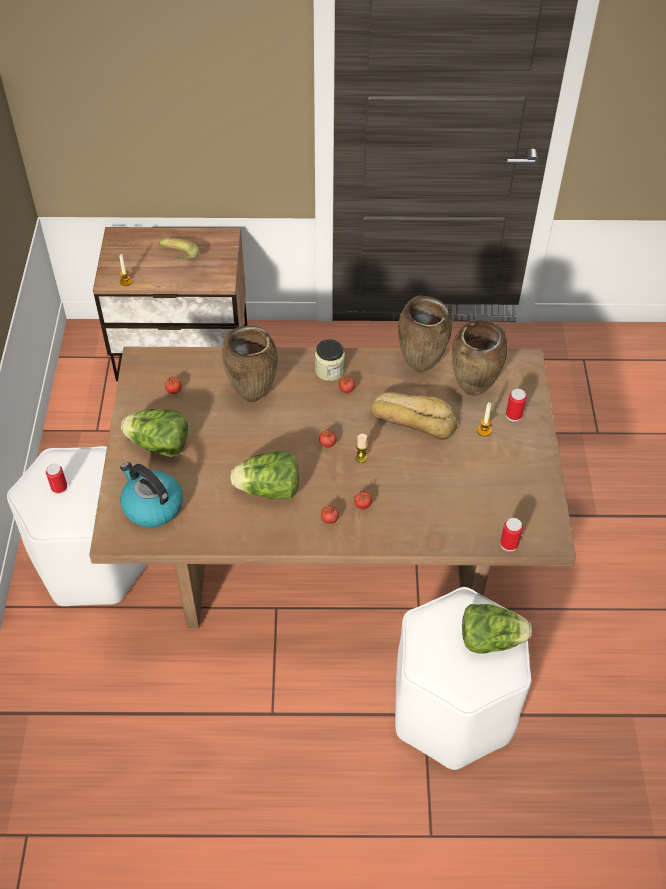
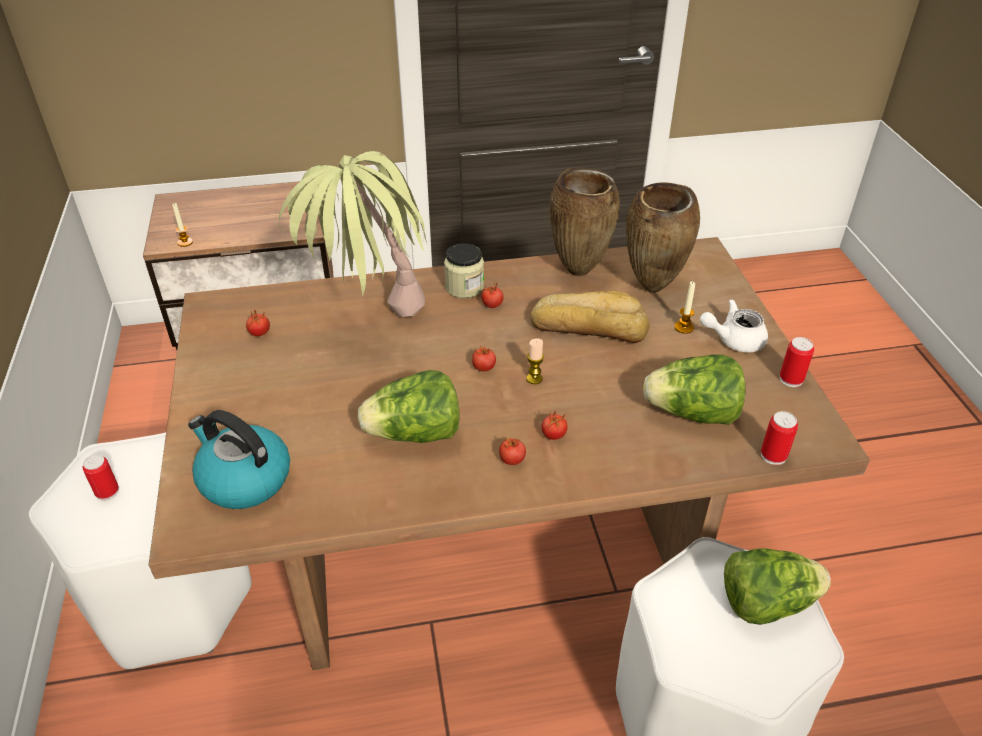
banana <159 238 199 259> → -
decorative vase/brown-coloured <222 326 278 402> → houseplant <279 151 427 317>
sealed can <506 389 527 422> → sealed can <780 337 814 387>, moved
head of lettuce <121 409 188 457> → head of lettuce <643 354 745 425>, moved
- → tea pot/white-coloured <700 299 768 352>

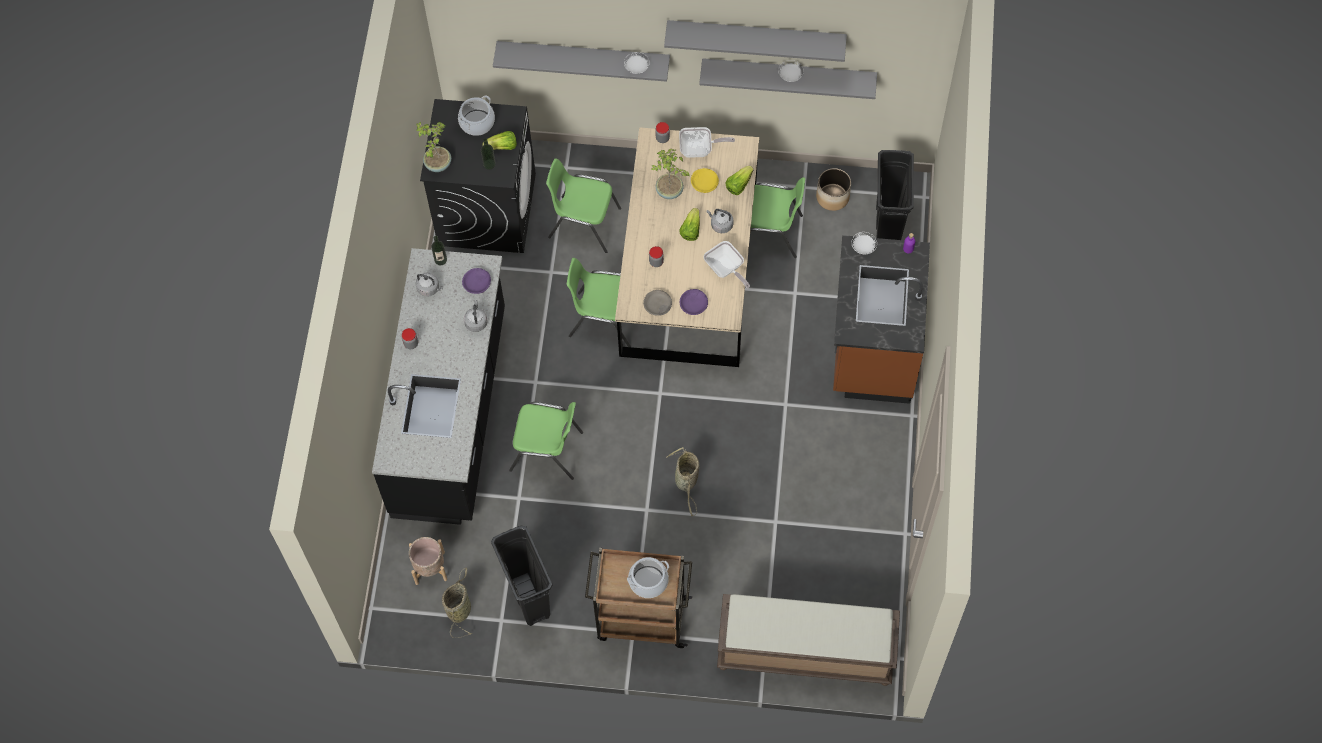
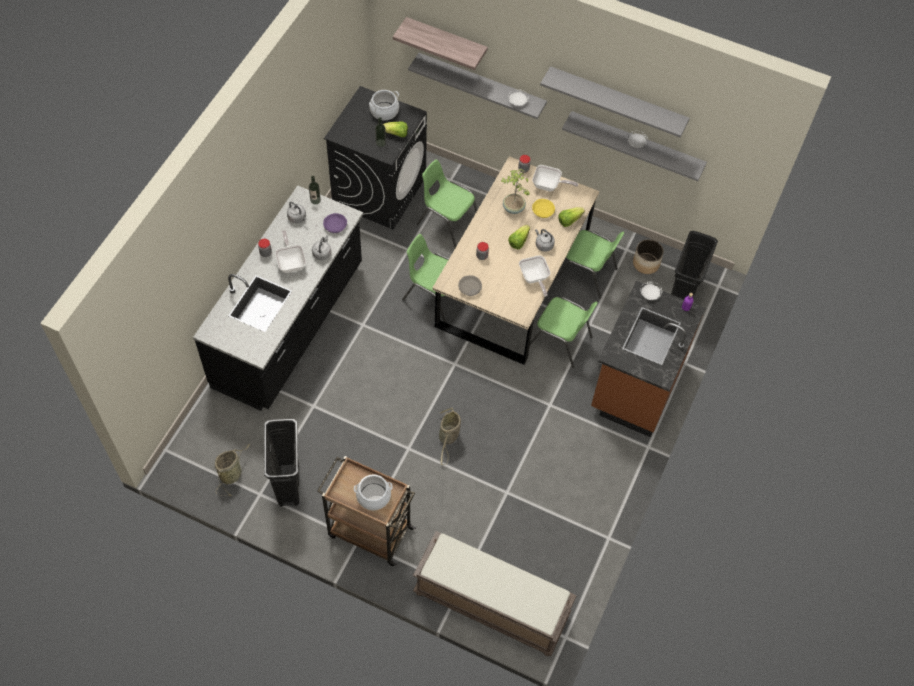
houseplant <416 122 451 172> → -
deep dish/purple-coloured <680 289 708 315> → -
upright chair/greenish <509 402 583 480> → upright chair/greenish <530 297 598 368>, moved
flower pot/sand-coloured <409 537 447 585> → -
- → wall shelf <393 17 488 70>
- → pan <275 230 306 273>

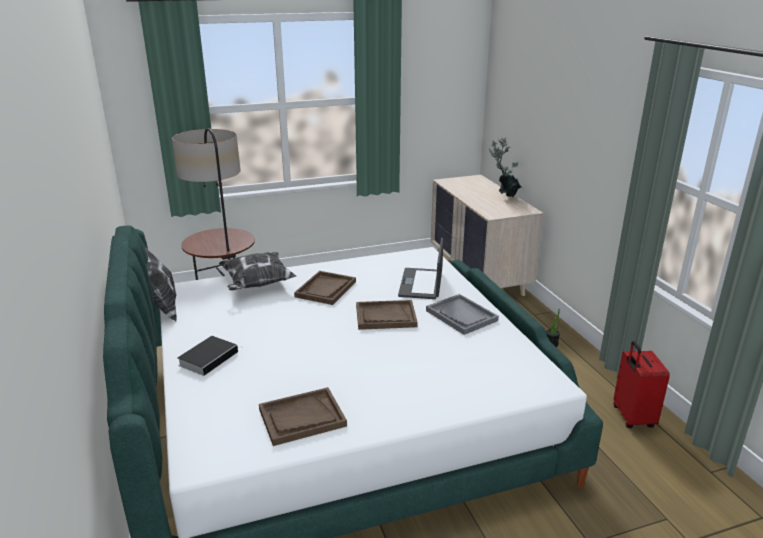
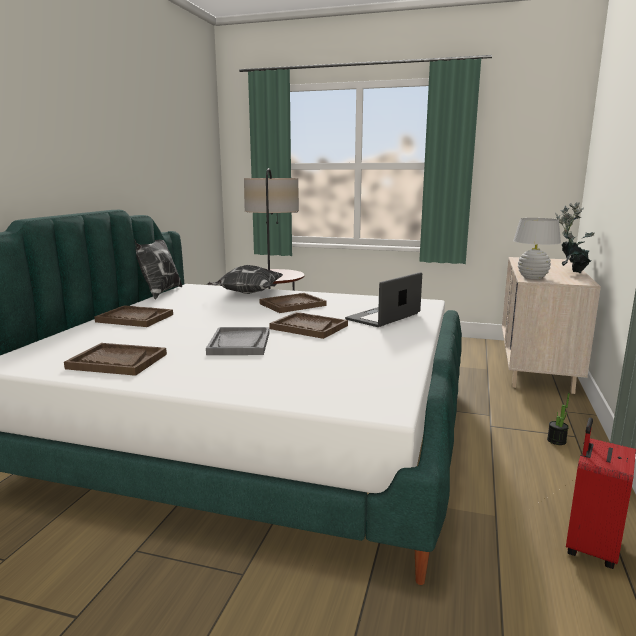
serving tray/gray <426 294 499 335> → serving tray/gray <206 327 269 355>, moved
bound book <177 336 242 376> → serving tray/brown-coloured <94 305 173 327>
- → table lamp/white-coloured <513 218 561 279>

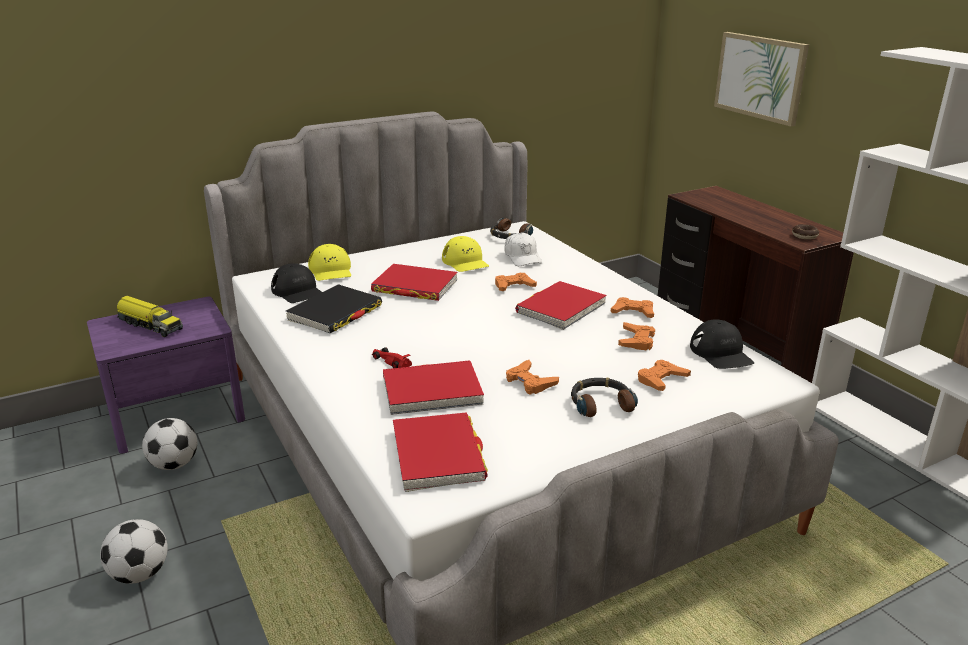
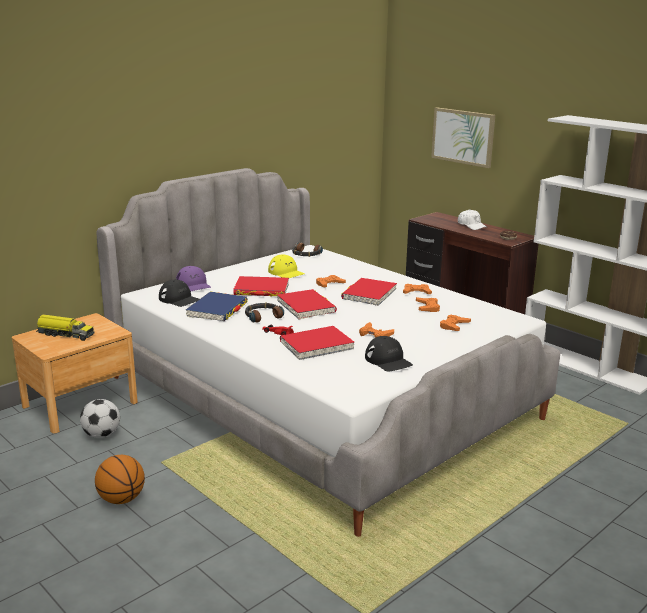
cap/white-coloured <504 233 542 266> → cap/white-coloured <458 209 487 230>, moved
cap/yellowish <308 244 351 281> → cap/purple-coloured <176 266 211 291>
bound book/black <286 284 382 333> → bound book/bluish <186 292 248 321>
bedside table/purple-coloured <87 297 245 453> → bedside table/brown-coloured <12 313 138 433>
cap/black <690 319 754 369> → cap/black <365 336 413 371>, moved
headphones <571 377 638 417> → headphones <245 303 284 322>, moved
bound book/red <393 412 488 492> → bound book/red <277 289 337 319>, moved
ball for football <100 519 168 584> → ball for basketball <95 455 145 504>

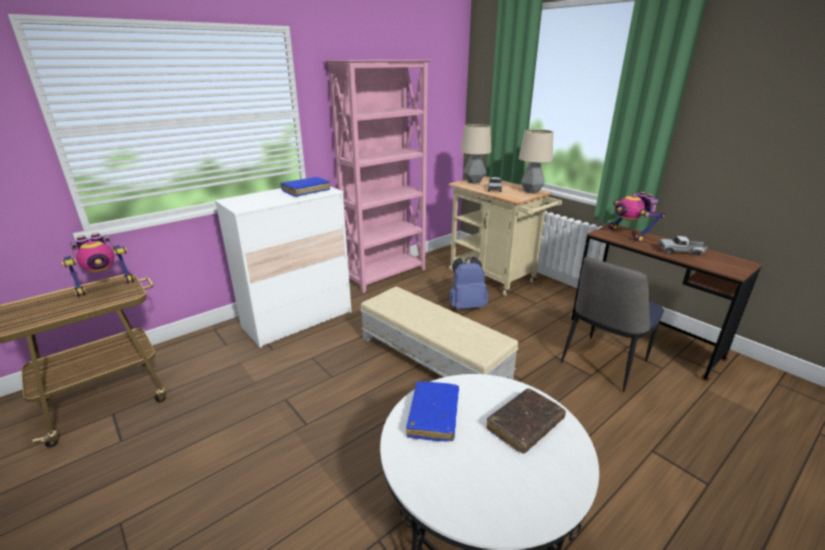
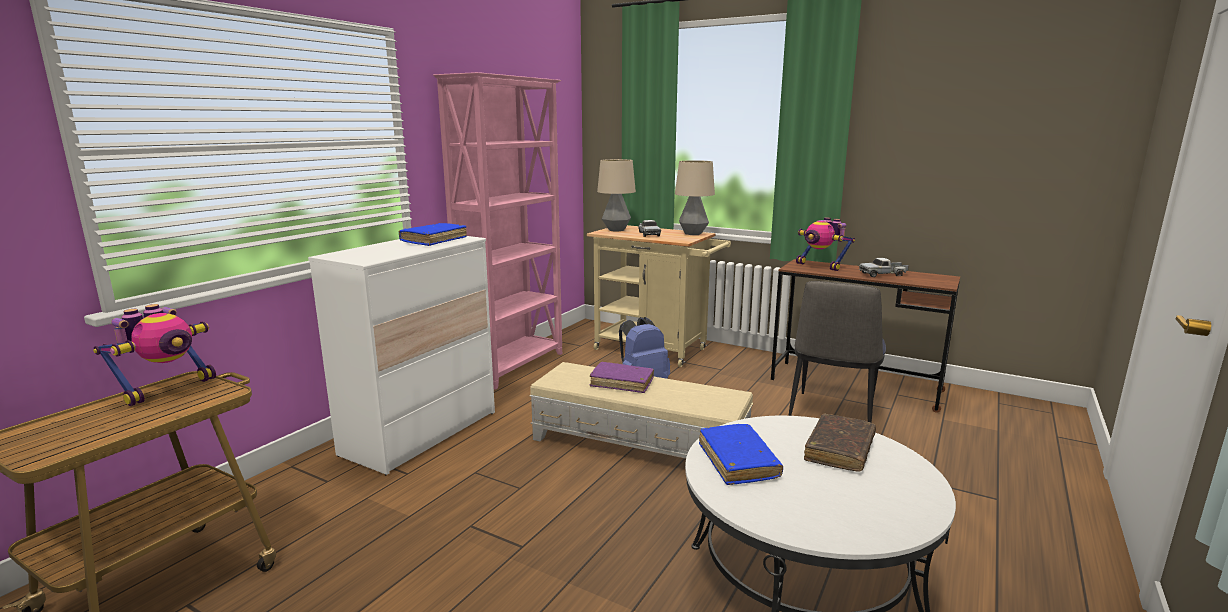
- → bound book/purple-coloured <590 362 654 393>

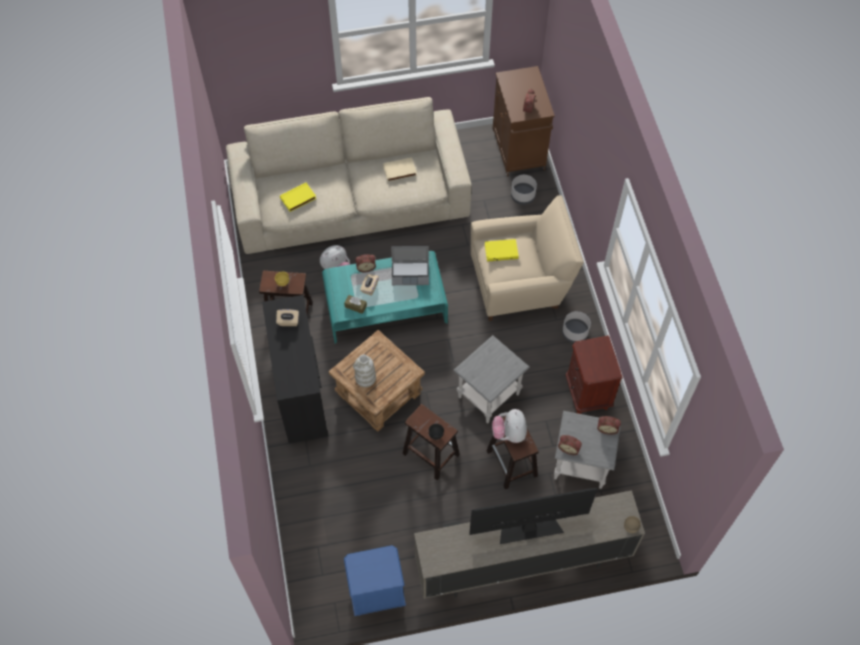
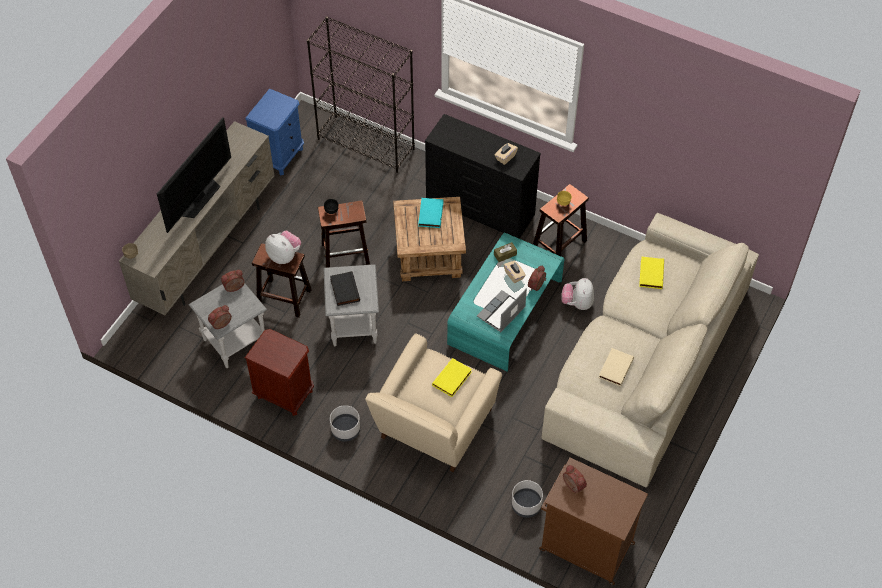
decorative vase/white-coloured <353 355 376 387> → bound book/turquoise-coloured <418 198 444 228>
- → bookcase/black <307 16 415 173>
- → bound book/black <330 271 360 306>

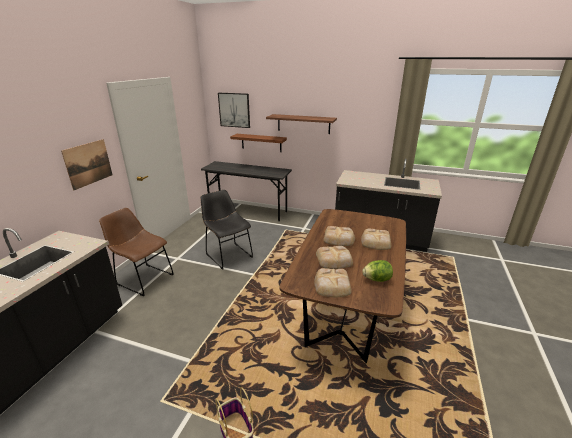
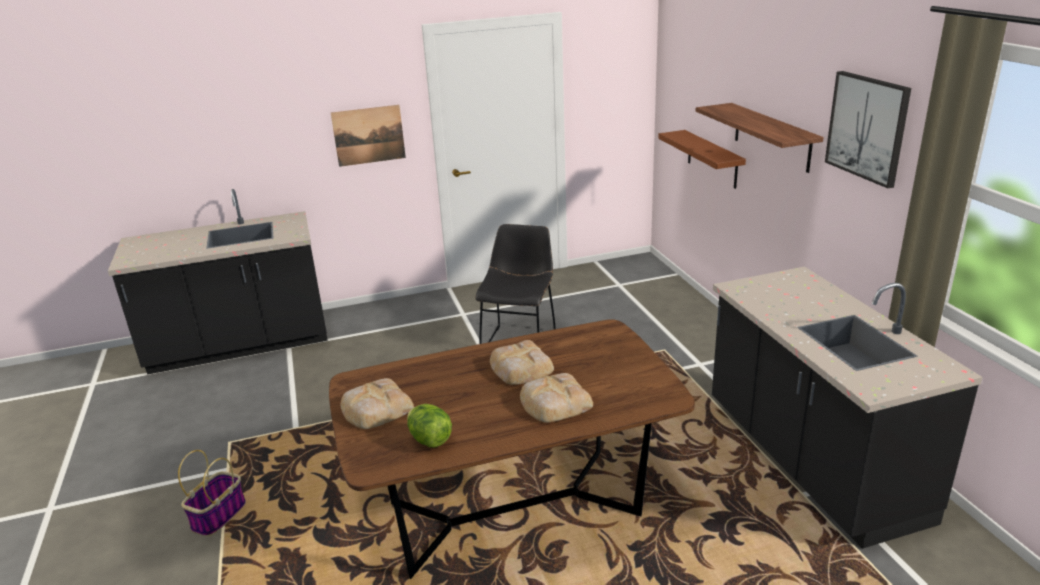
wall art <218 93 250 128> → wall art <825 71 911 188>, moved
desk table/gray <201 161 292 221> → -
upright chair/brown-coloured <99 208 174 296> → -
bakery bread <316 246 353 269> → -

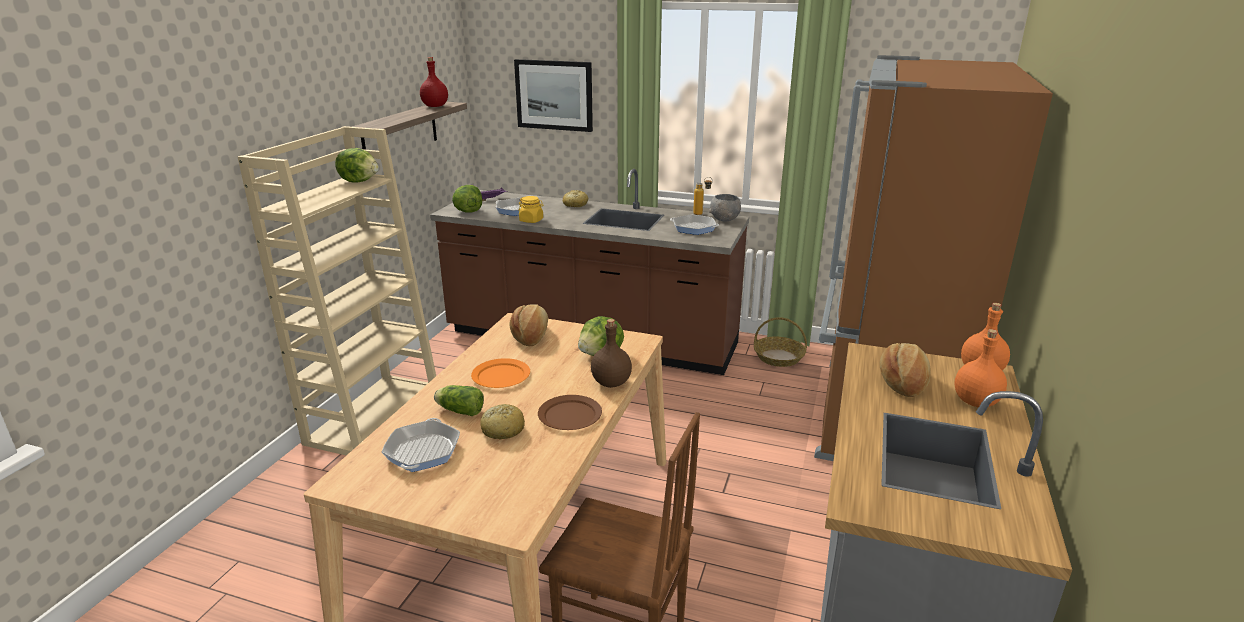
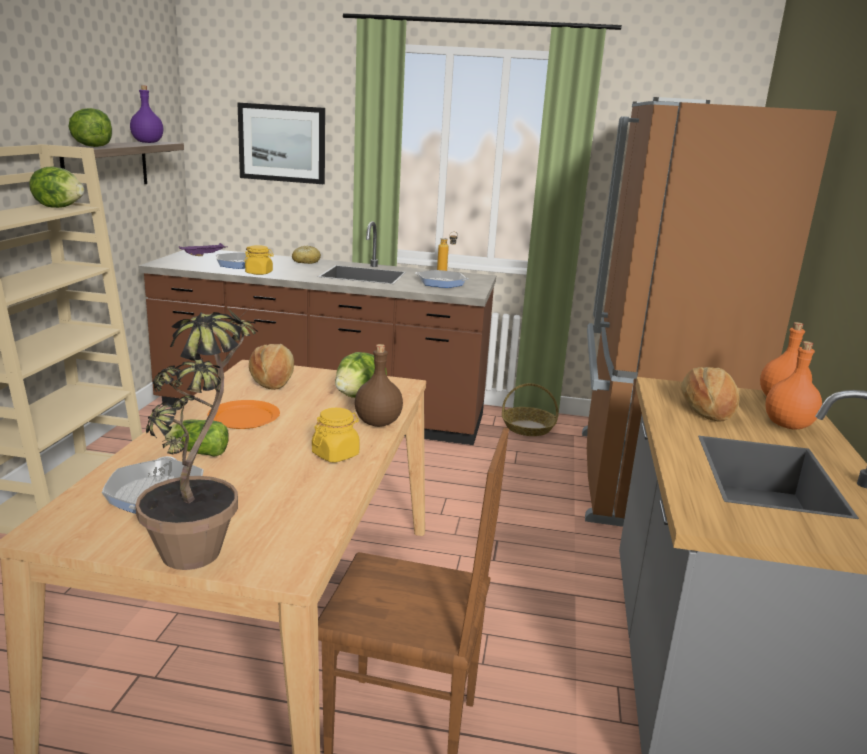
beverage bottle/red <420 57 448 107> → beverage bottle/purple-coloured <130 85 163 143>
head of lettuce <452 185 482 213> → head of lettuce <68 108 112 147>, moved
deep dish/gray <709 194 741 222> → -
plate/brown-coloured <538 395 602 430> → jar/yellowish <312 408 360 462>
bakery bread <480 404 525 440> → -
- → houseplant <135 302 258 570>

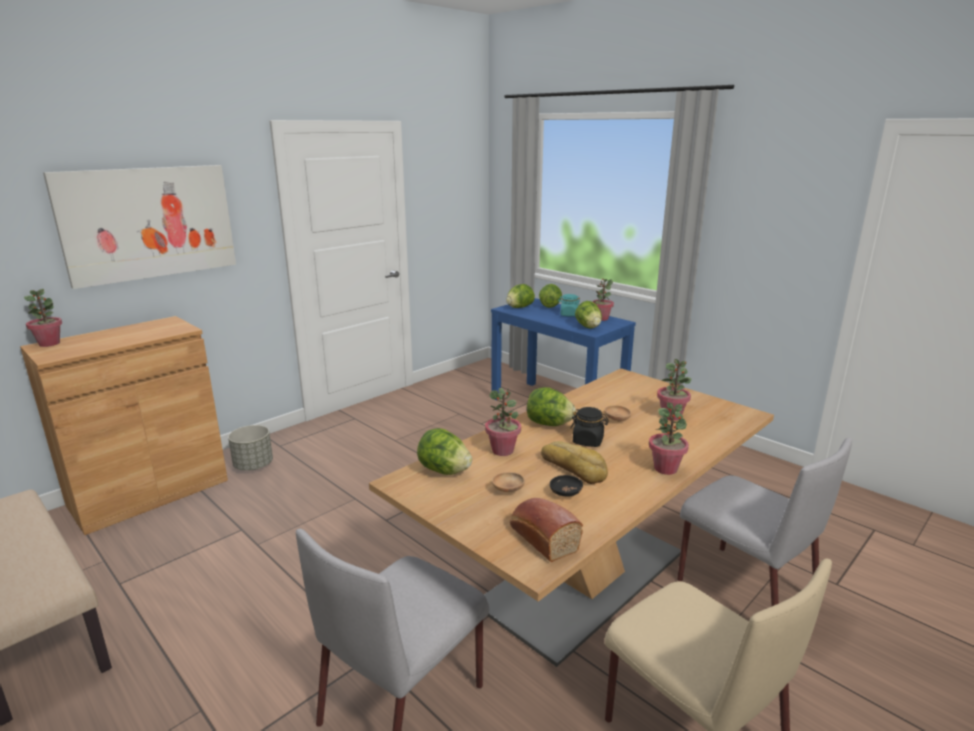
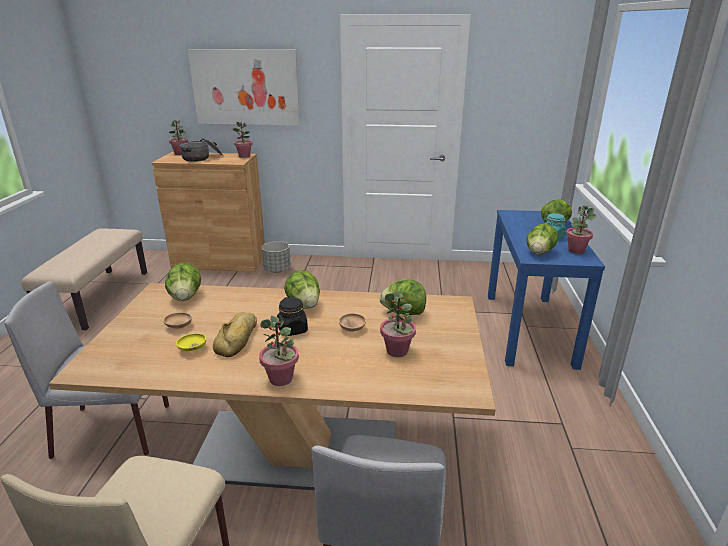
head of lettuce <506 284 535 308> → head of lettuce <380 279 426 315>, moved
houseplant <485 388 521 456> → houseplant <233 122 253 158>, moved
deep dish/black <550 475 583 496> → deep dish/yellowish <176 333 206 351>
bakery bread <510 498 583 562> → -
- → saucepot <179 138 223 162>

